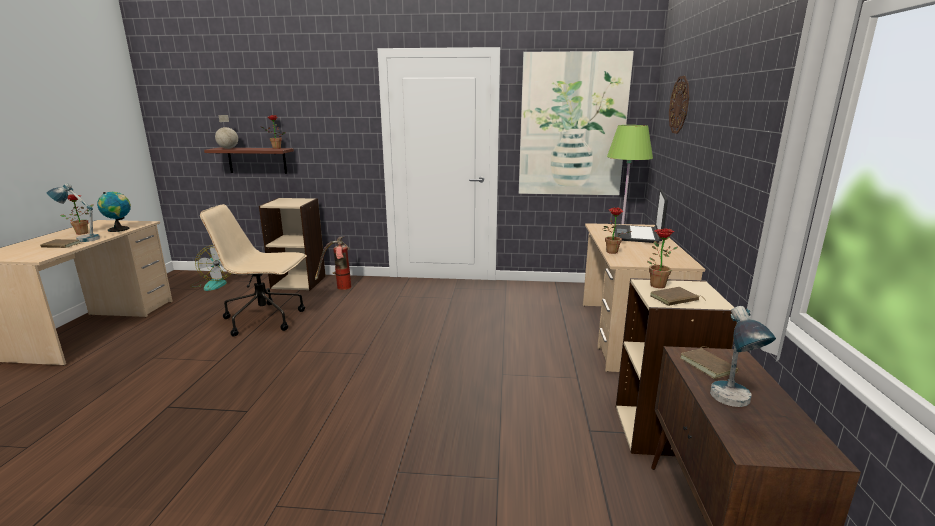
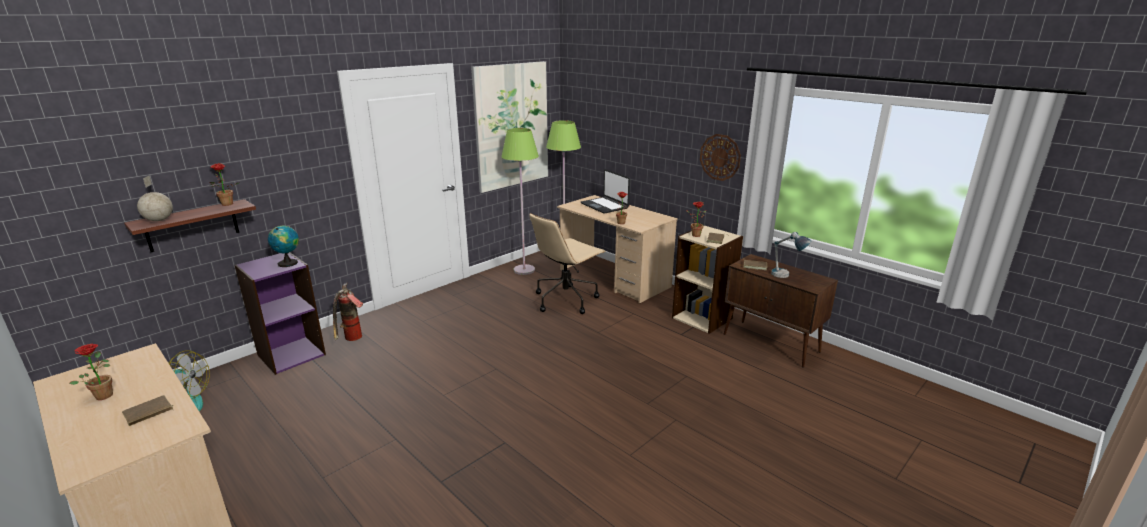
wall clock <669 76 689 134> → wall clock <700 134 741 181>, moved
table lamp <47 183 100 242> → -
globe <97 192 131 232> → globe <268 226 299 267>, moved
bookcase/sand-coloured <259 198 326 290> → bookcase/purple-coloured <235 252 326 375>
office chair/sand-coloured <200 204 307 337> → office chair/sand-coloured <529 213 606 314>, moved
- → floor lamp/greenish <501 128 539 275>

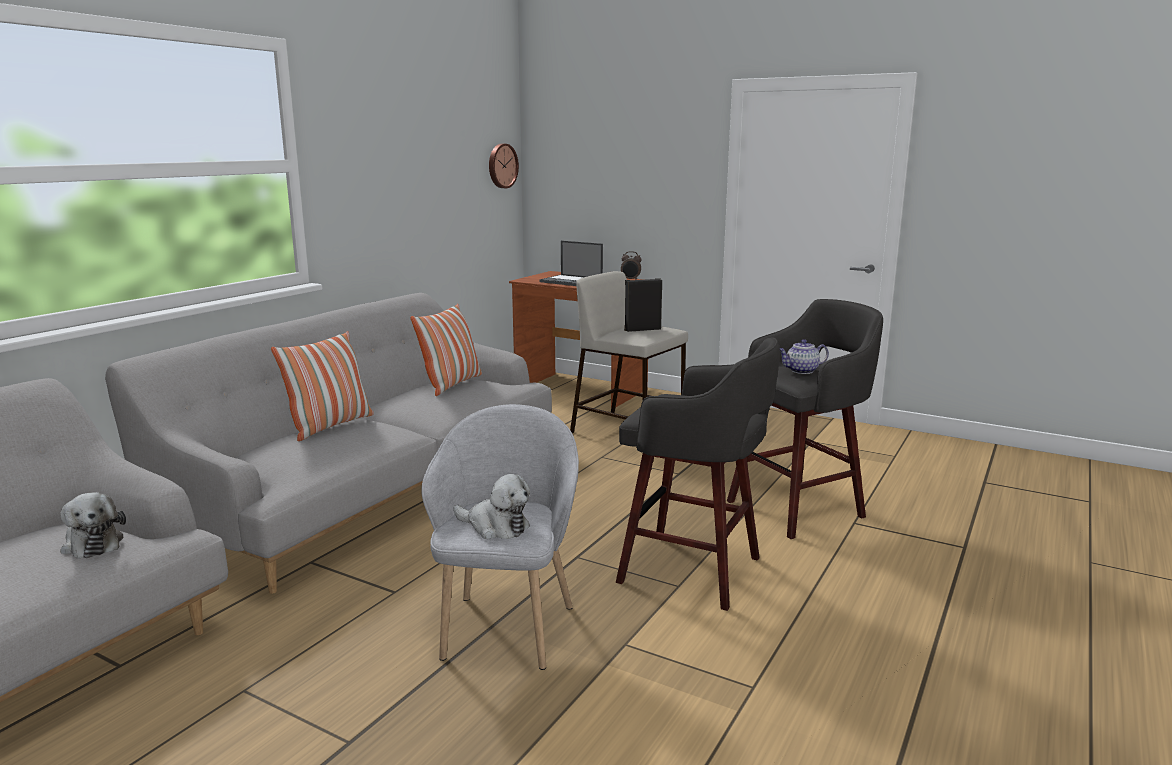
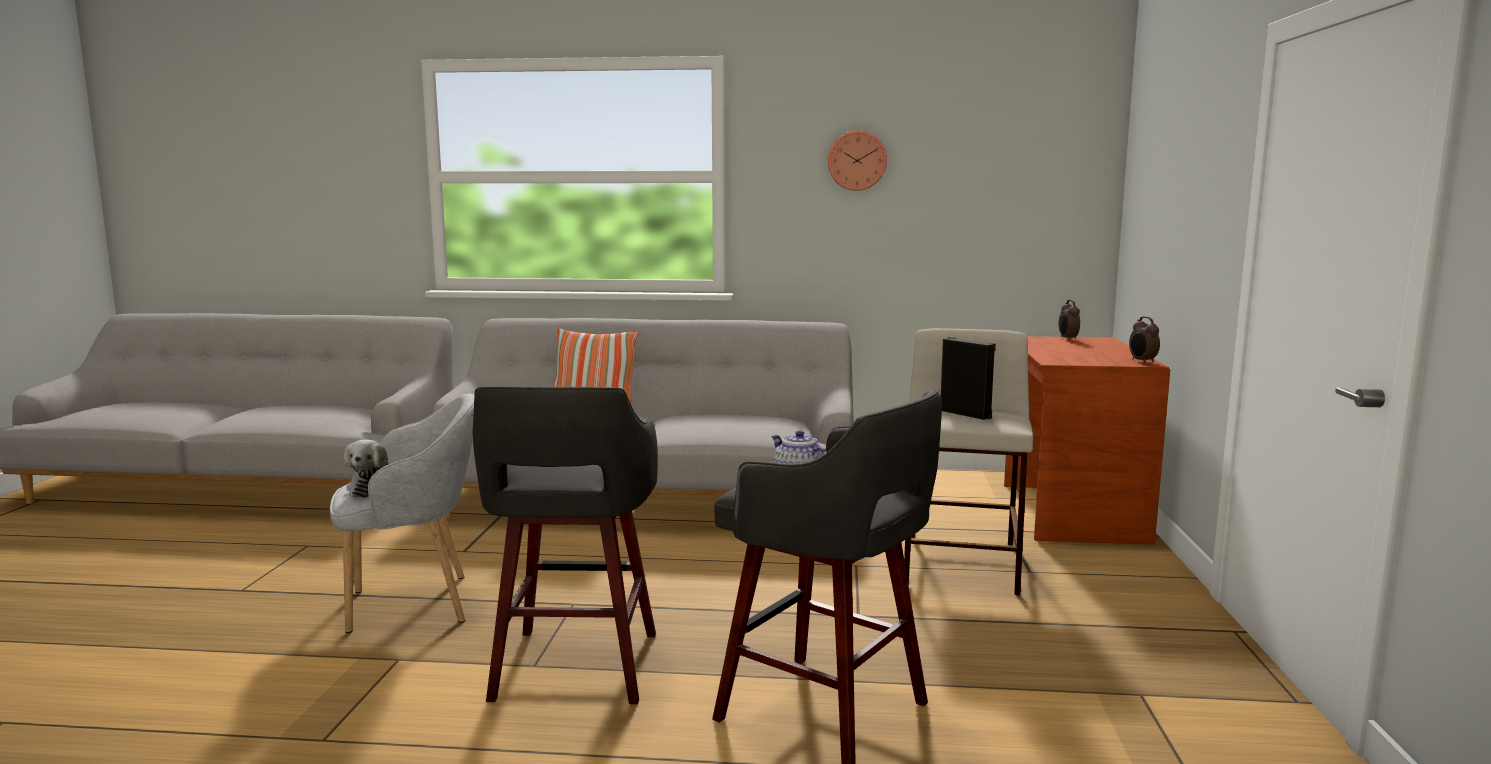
wall clock <489 144 519 188> → wall clock <828 130 887 191>, moved
portable computer <539 241 603 286> → -
throw pillow <410 304 482 396> → -
soft toy <60 492 126 558> → -
- → bedside clock <1059 300 1080 340>

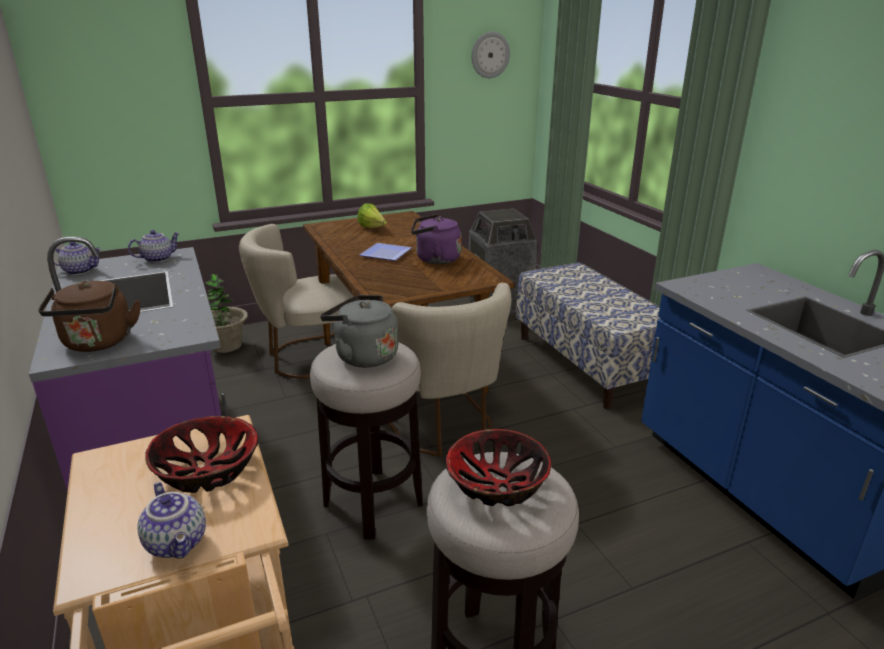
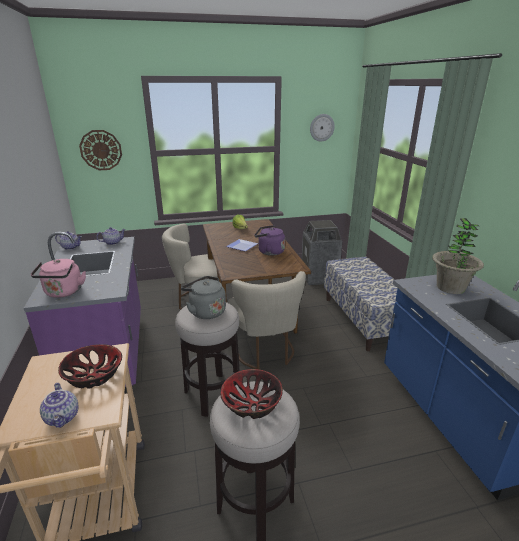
houseplant <205 274 248 353> → houseplant <432 218 484 294>, moved
kettle/brown-coloured <38 281 140 352> → kettle/pinkish <31 259 86 298>
- → wall clock <79 130 122 170>

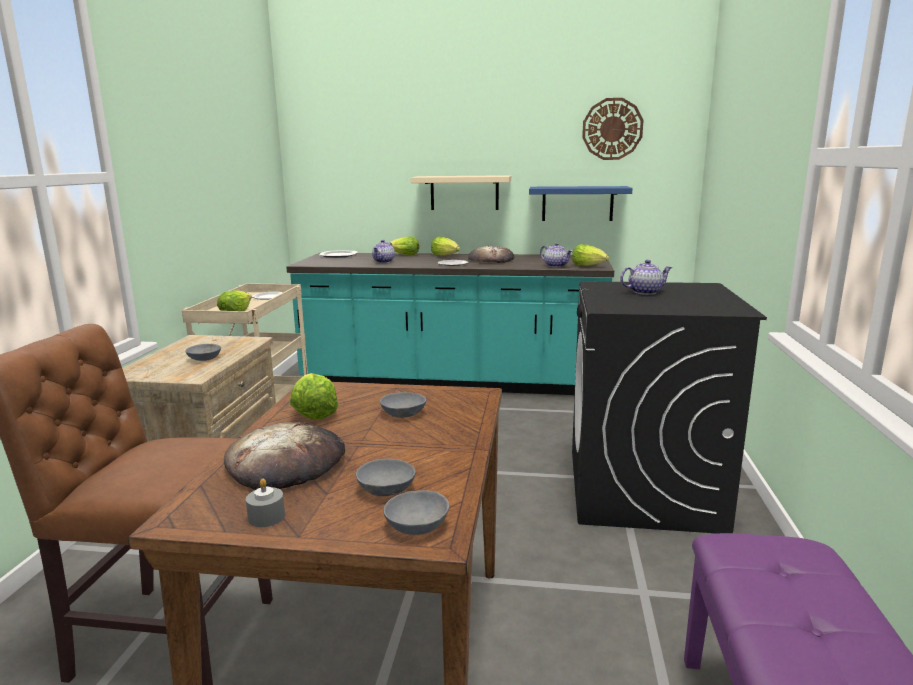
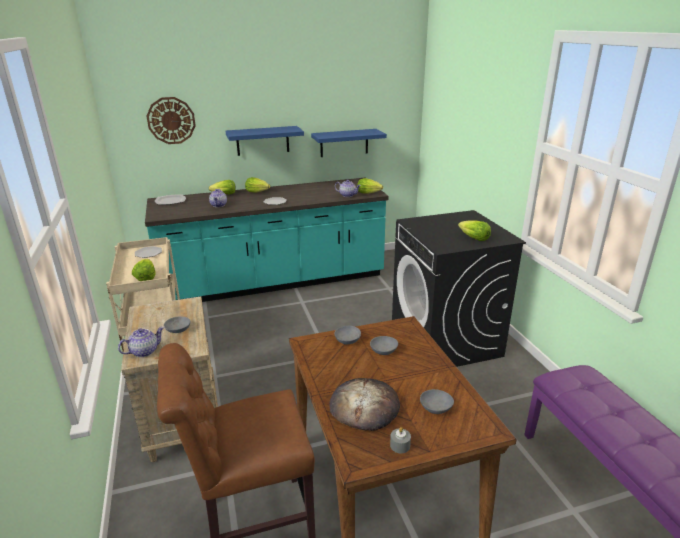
wall clock <582 98 644 160> → wall clock <147 97 196 144>, moved
wall shelf/sand-coloured <410 175 511 210> → wall shelf/bluish <226 126 304 156>
bakery bread <468 246 514 263> → -
tea pot <620 260 673 295> → tea pot <118 327 164 357>, moved
head of lettuce <290 373 338 420> → head of lettuce <458 220 491 241>, moved
deep dish/gray <384 490 449 535> → deep dish/gray <335 326 361 344>, moved

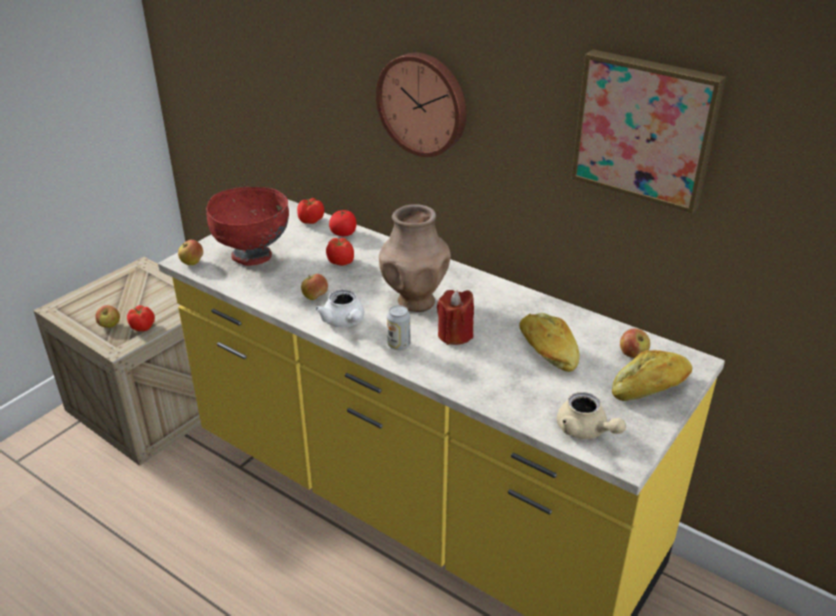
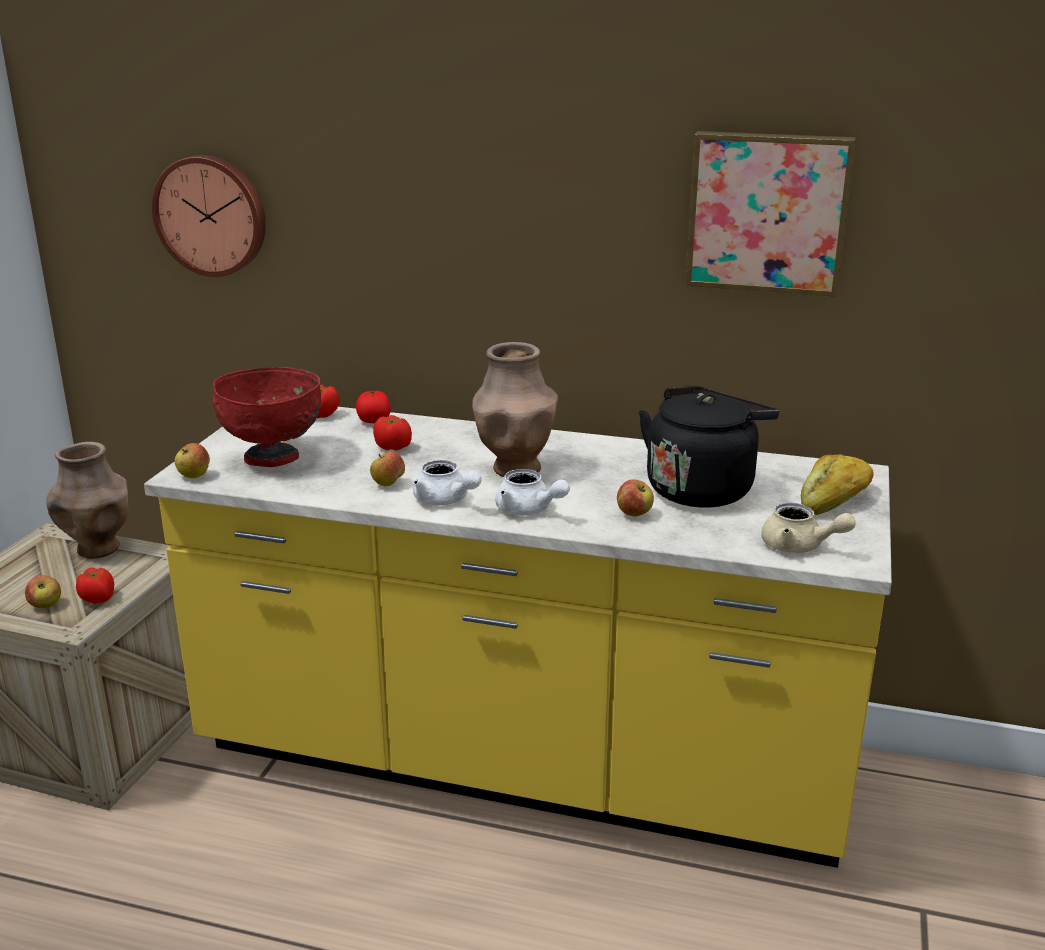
wall clock <376 53 467 157> → wall clock <152 155 266 277>, moved
wax light/red <437 290 474 345> → -
sealed can <387 305 410 350> → tea pot/white-coloured <495 469 570 515>
bakery bread <519 313 580 372> → kettle/black <639 386 779 508>
whole apple <620 328 650 358> → whole apple <617 479 654 516>, moved
- → decorative vase/brown-coloured <47 442 128 559>

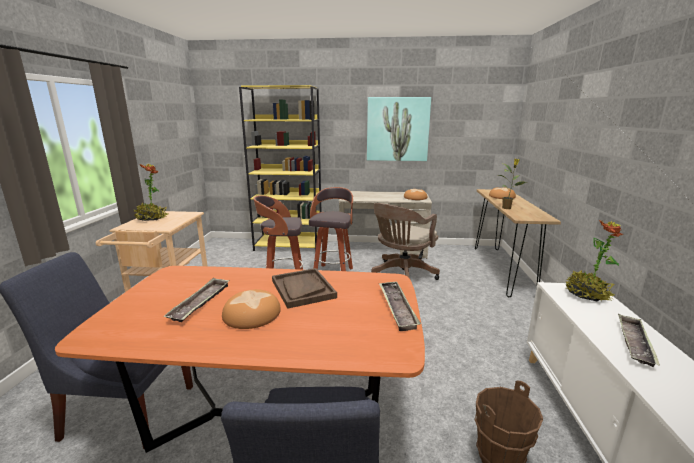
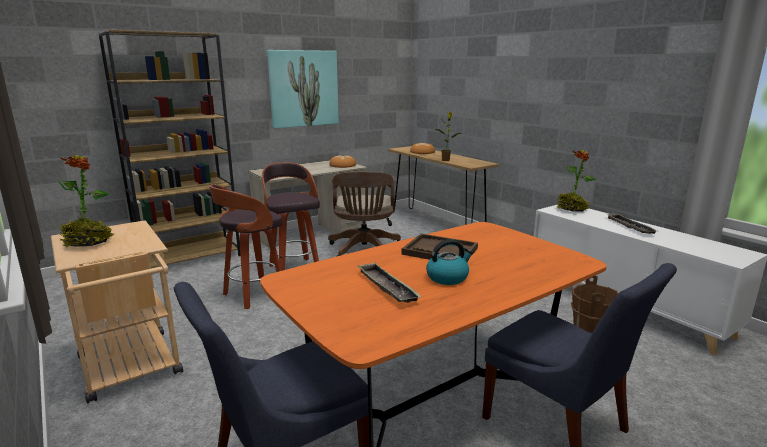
bookcase/yellowish <239 85 321 251> → bookcase/brown-coloured <99 30 240 268>
serving tray <379 281 421 331> → -
bakery bread <222 289 281 329> → kettle <426 239 473 285>

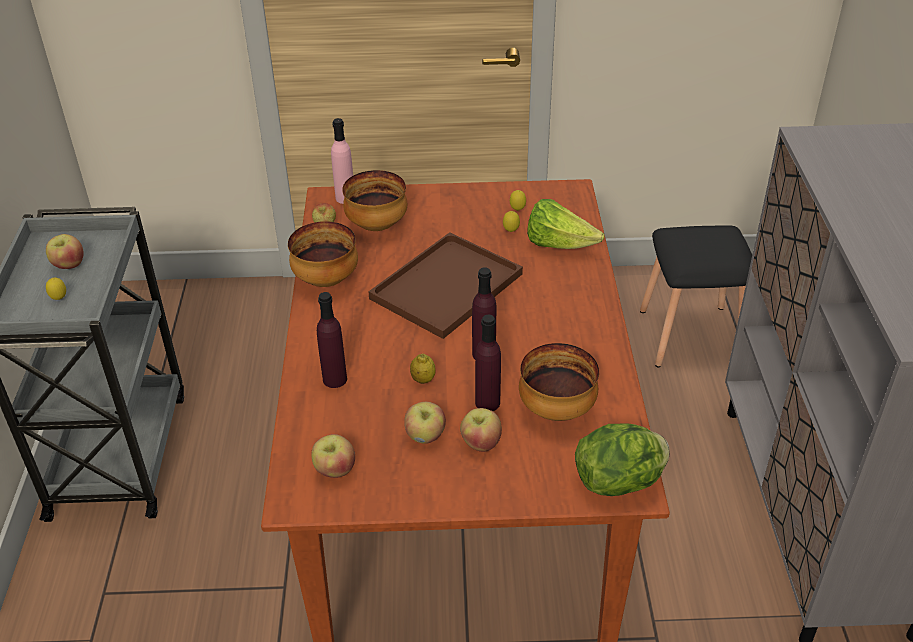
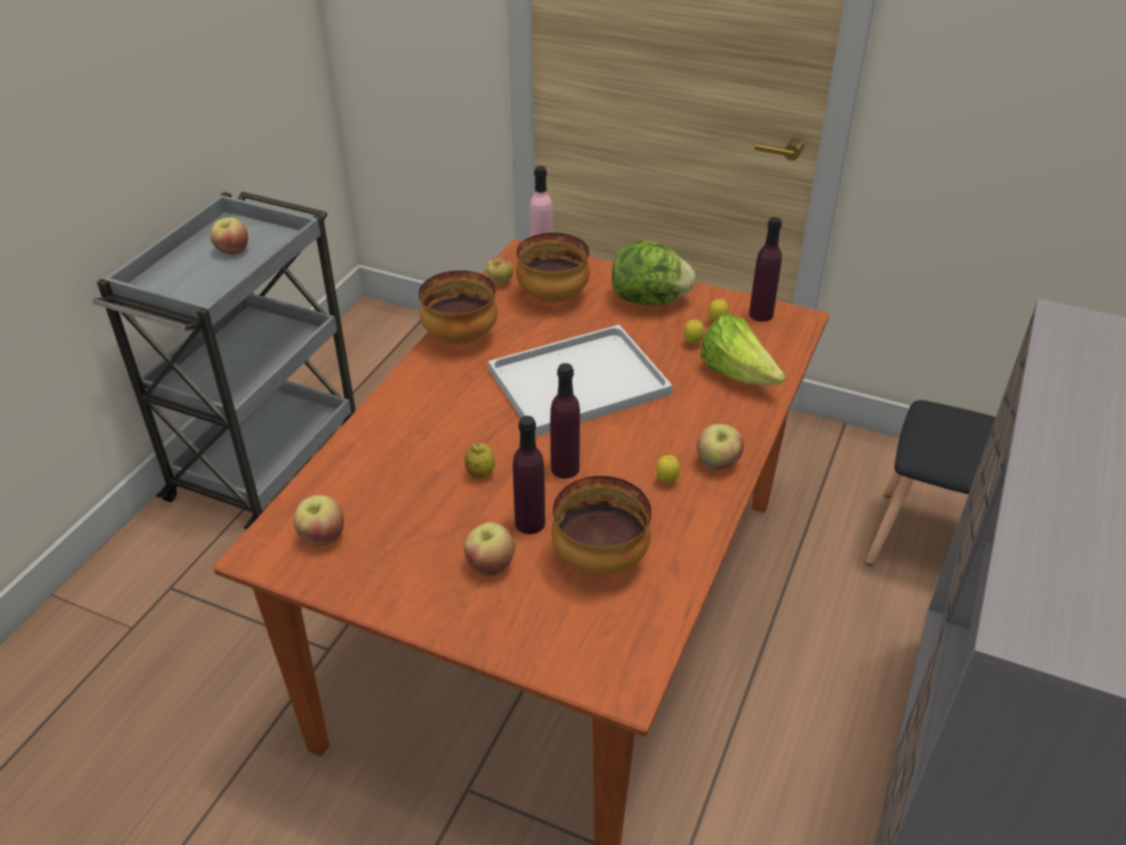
serving tray/brown-coloured <368 232 523 339> → serving tray/white-coloured <488 325 672 437>
lemon <46 278 66 300> → lemon <656 455 680 483>, moved
beverage bottle/purple-coloured <317 292 347 388> → beverage bottle/purple-coloured <749 217 782 322>, moved
whole apple <404 402 446 444> → whole apple <697 424 744 470>, moved
head of lettuce <575 423 670 496> → head of lettuce <612 241 695 306>, moved

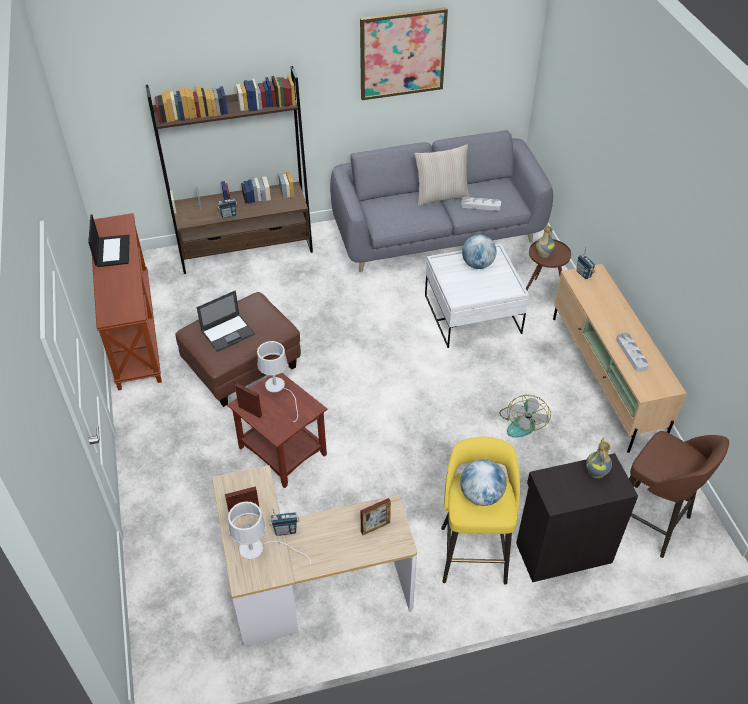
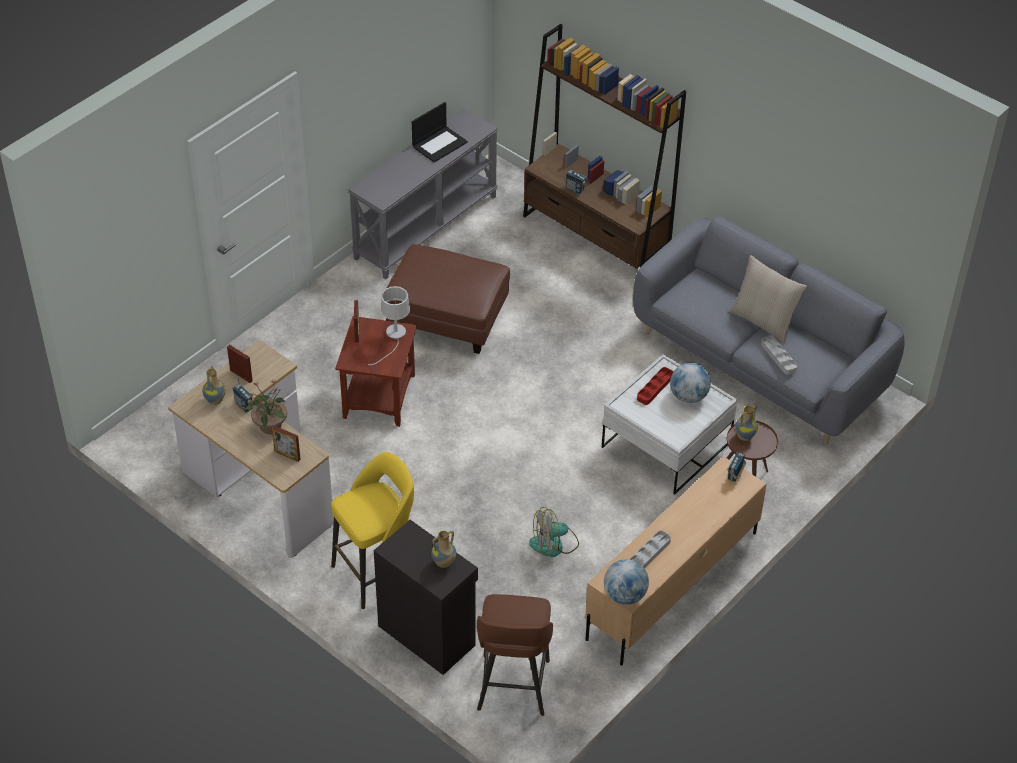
wall art <360 7 448 100> → -
hall table/brown-coloured <92 213 162 391> → hall table/gray <348 108 498 279>
portable computer <196 290 255 352> → -
globe <460 459 507 506> → globe <604 559 649 605>, moved
table lamp/white-coloured <228 501 311 564> → decorative vase <202 366 226 405>
- → serving tray/red <637 367 673 405>
- → houseplant <245 379 287 434>

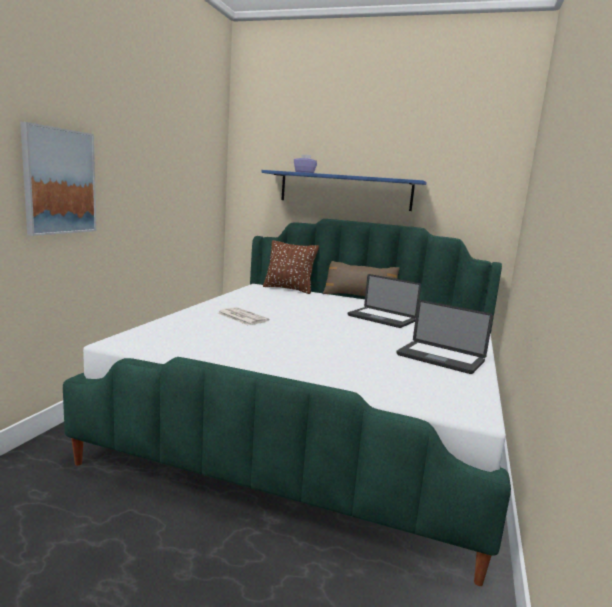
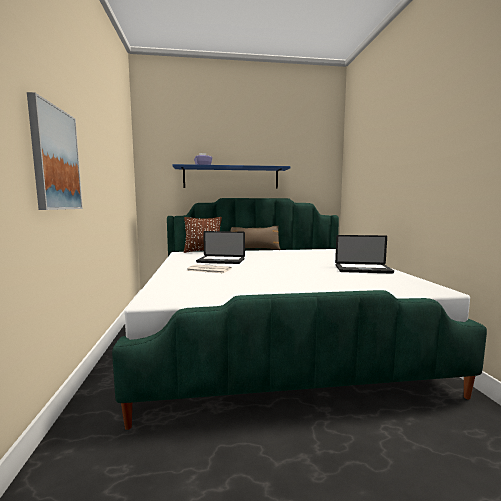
portable computer <348 274 421 328> → portable computer <196 231 245 264>, moved

